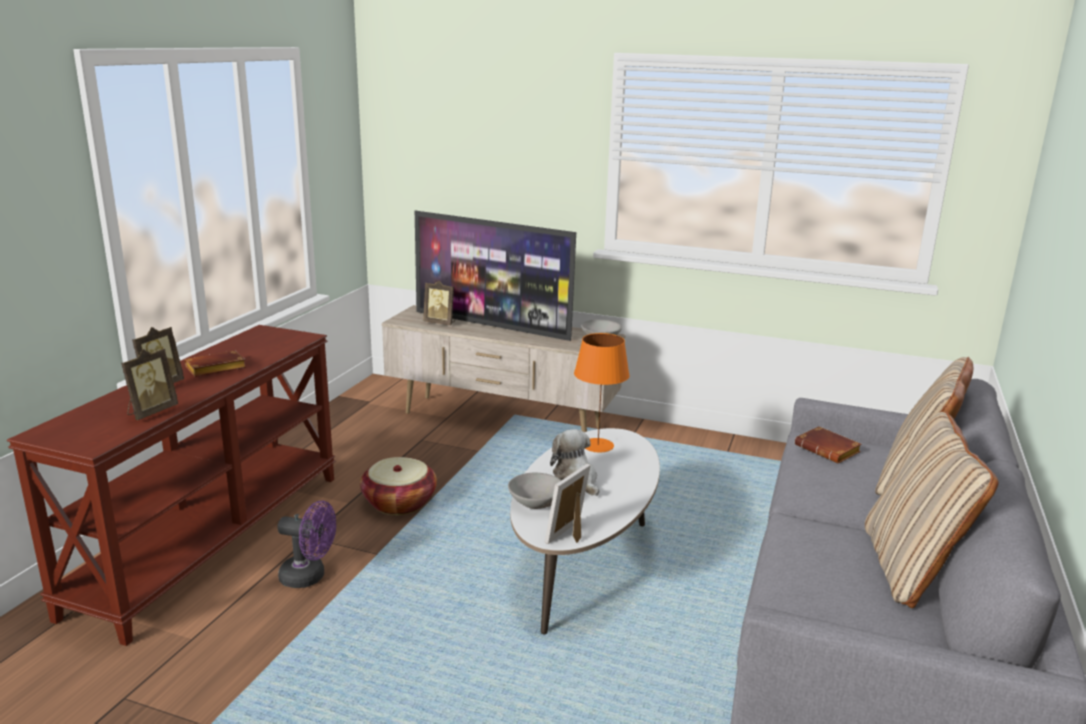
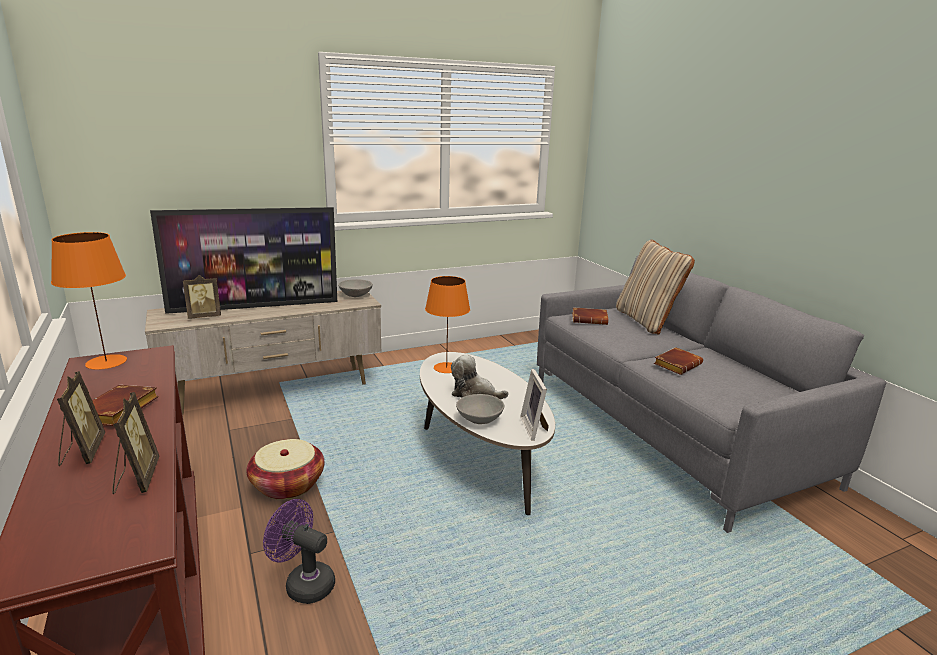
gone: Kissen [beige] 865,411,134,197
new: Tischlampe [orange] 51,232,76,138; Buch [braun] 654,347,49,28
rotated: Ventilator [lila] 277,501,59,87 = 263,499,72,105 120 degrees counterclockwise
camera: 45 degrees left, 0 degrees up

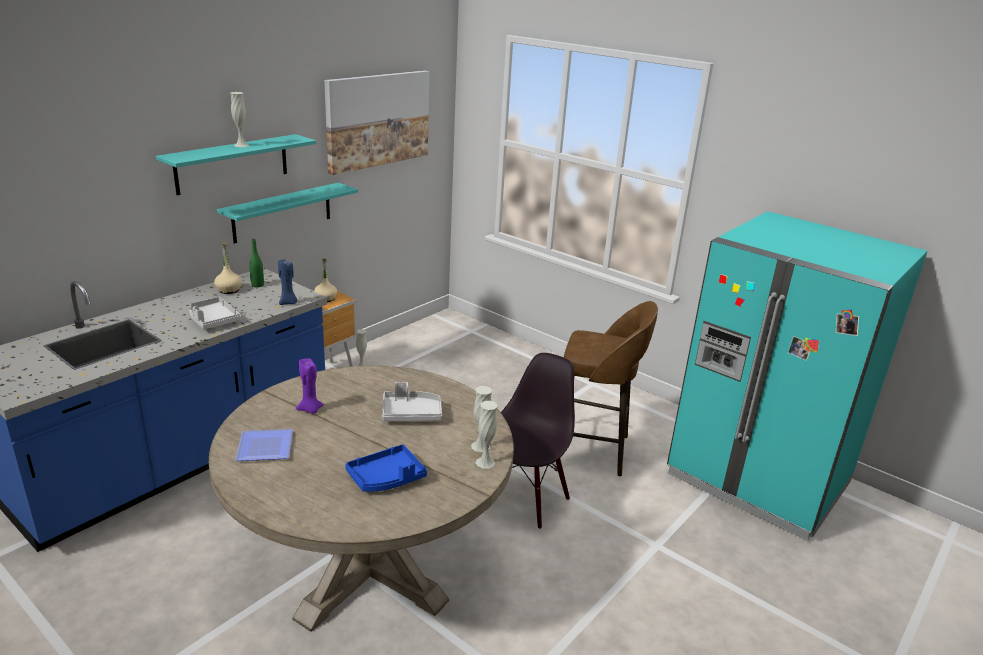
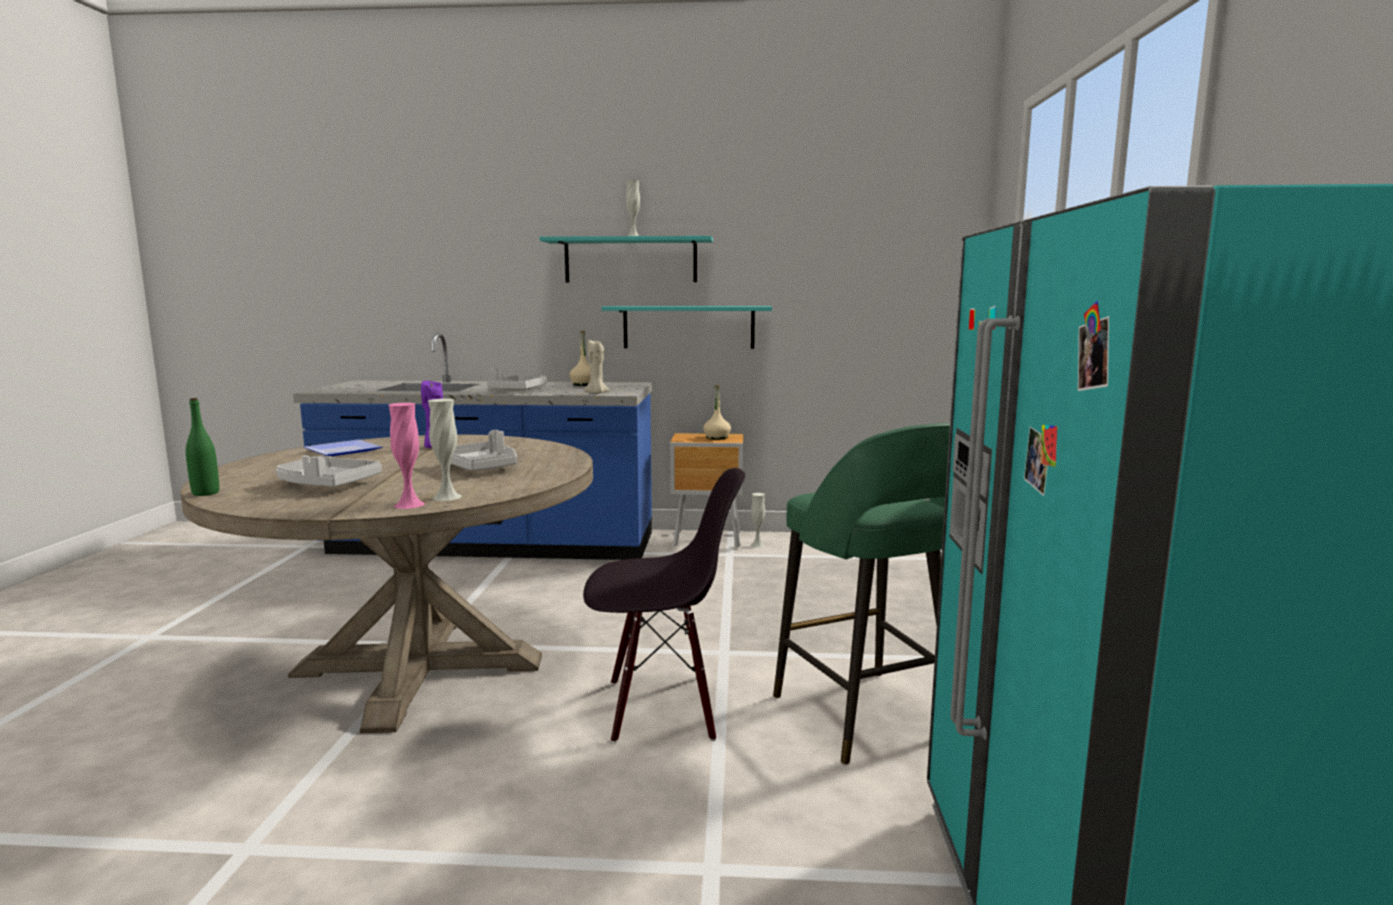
gone: Bild 324,70,105,105
shifted: Flasche [grün] 249,239,15,48 to 186,398,33,98
repainted: Kerze [blau] 278,259,20,46 to Kerze [beige] 584,340,26,54; Hocker [braun] 564,301,94,176 to Hocker [grün] 773,423,177,342; Vase [weiß] 476,401,21,68 to Vase [rosa] 389,403,36,106; Tablett [blau] 345,444,82,48 to Tablett [grau] 276,455,106,32
camera: 55 degrees right, 15 degrees down

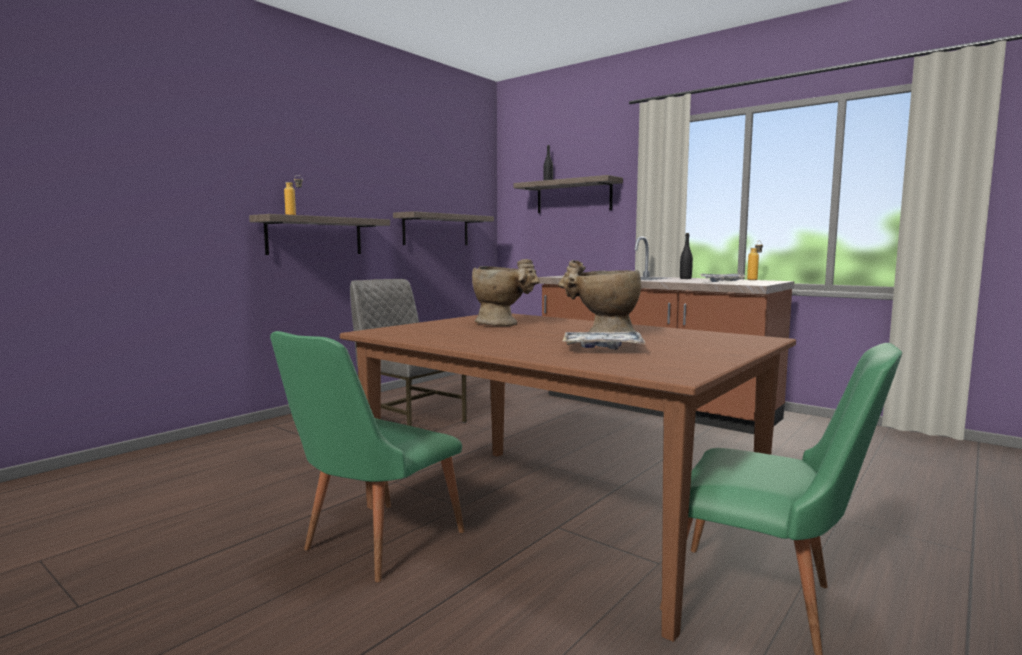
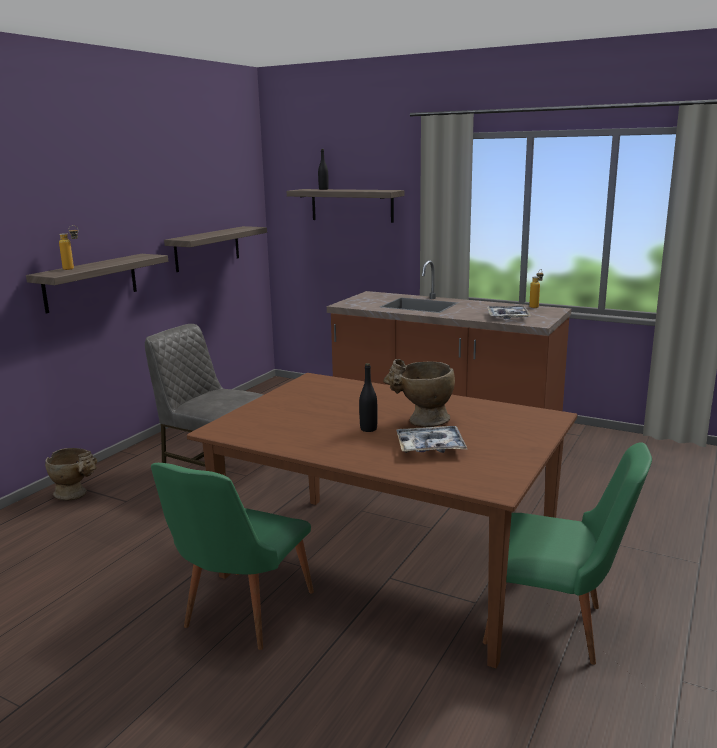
shifted: Flasche [schwarz] 680,233,13,46 to 359,363,18,69; Vase [beige] 472,259,68,67 to 45,448,52,52
camera: 10 degrees left, 10 degrees up

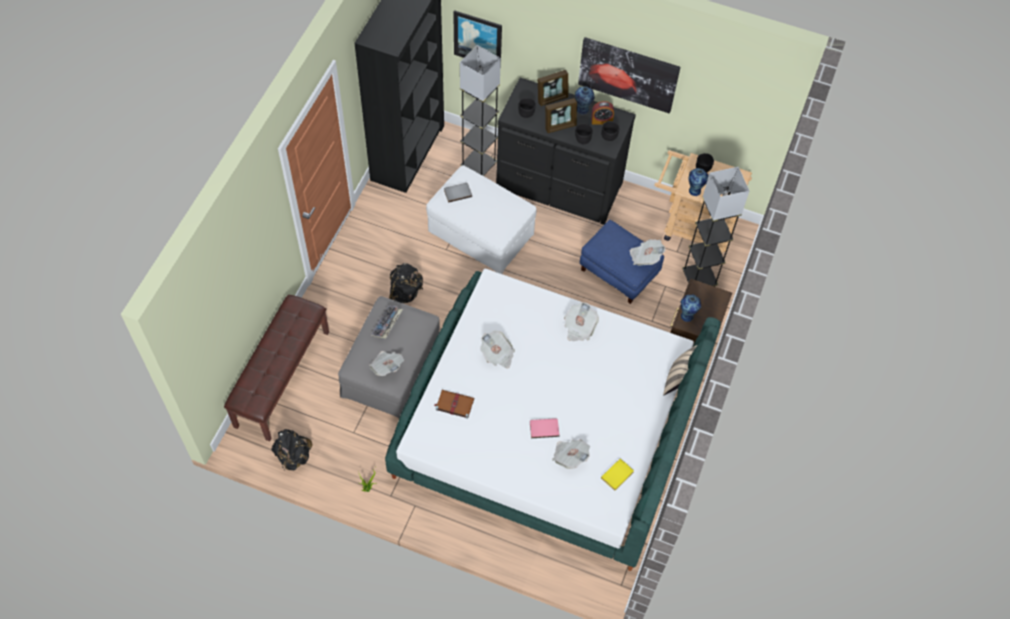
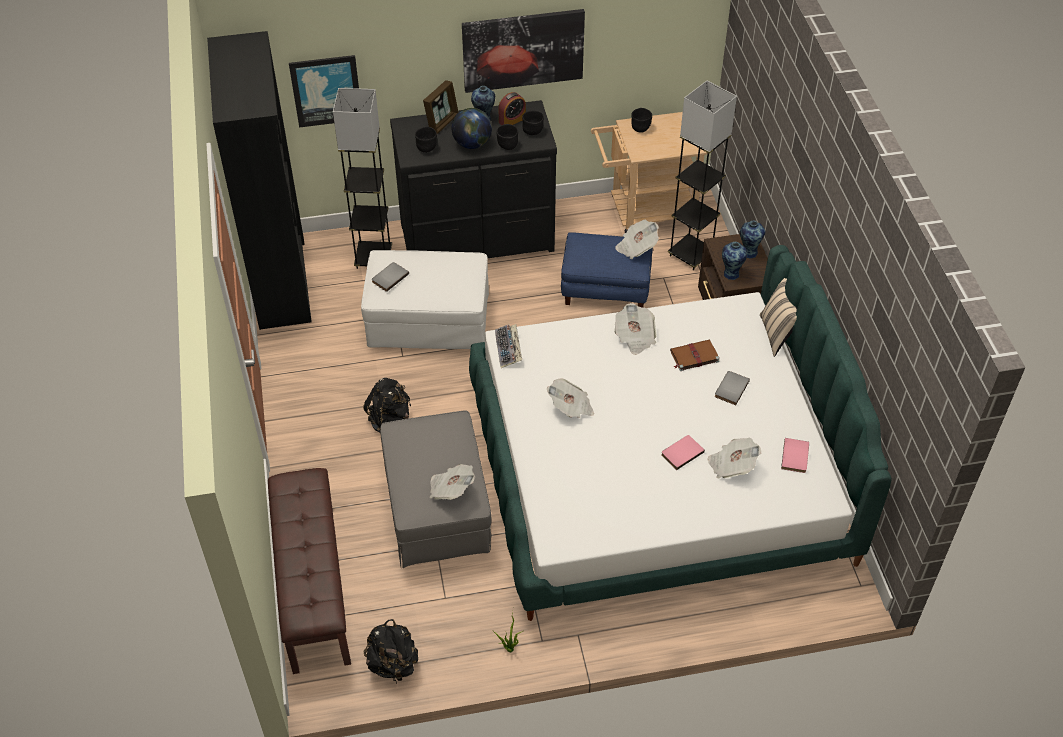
new: Buch [grau] 715,371,35,34
shifted: Vase 688,168,20,28 to 740,220,26,39; Tastatur 371,305,32,34 to 495,324,27,44; Buch [braun] 434,390,40,29 to 670,339,50,32
swapped: Bilderrahmen 545,98,32,35 to Globus 452,108,40,41
repainted: Buch [gelb] 601,458,33,32 to Buch [rosa] 781,438,28,35
camera: 30 degrees left, 10 degrees down

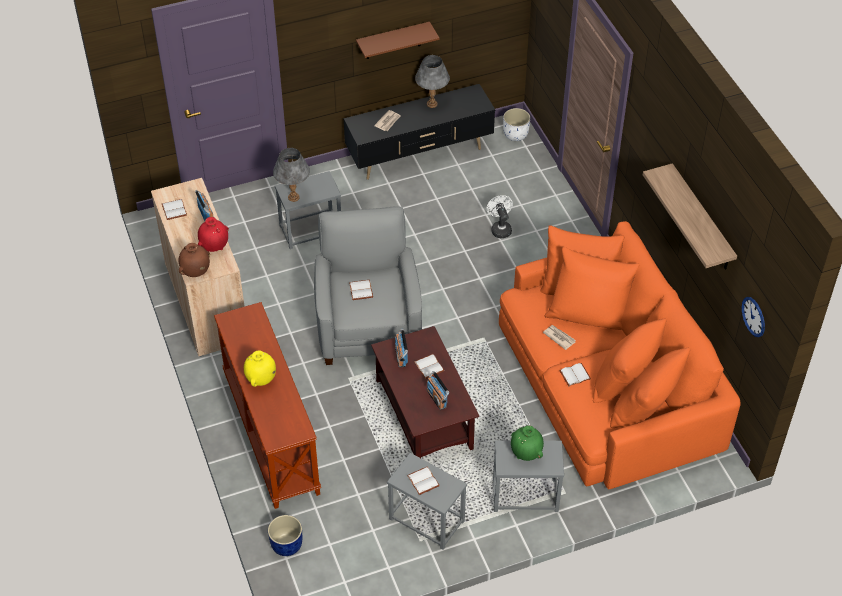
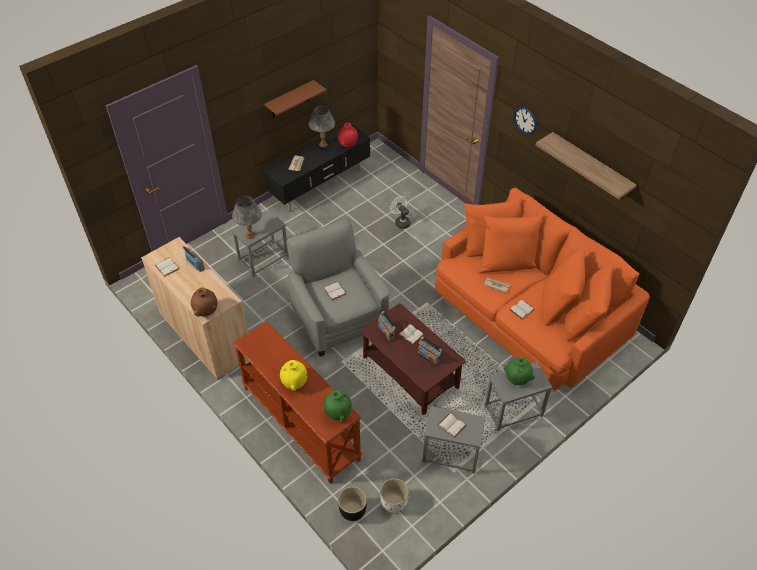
new: Vase [grün] 323,390,29,32
shifted: Pflanzkübel [weiß] 503,108,27,33 to 380,478,29,35; Vase [rot] 198,217,31,35 to 338,123,20,24; Wanduhr 742,297,23,40 to 514,107,23,28
repainted: Pflanzkübel [blau] 268,515,34,41 to Pflanzkübel [schwarz] 338,486,29,35
camera: 20 degrees left, 0 degrees up

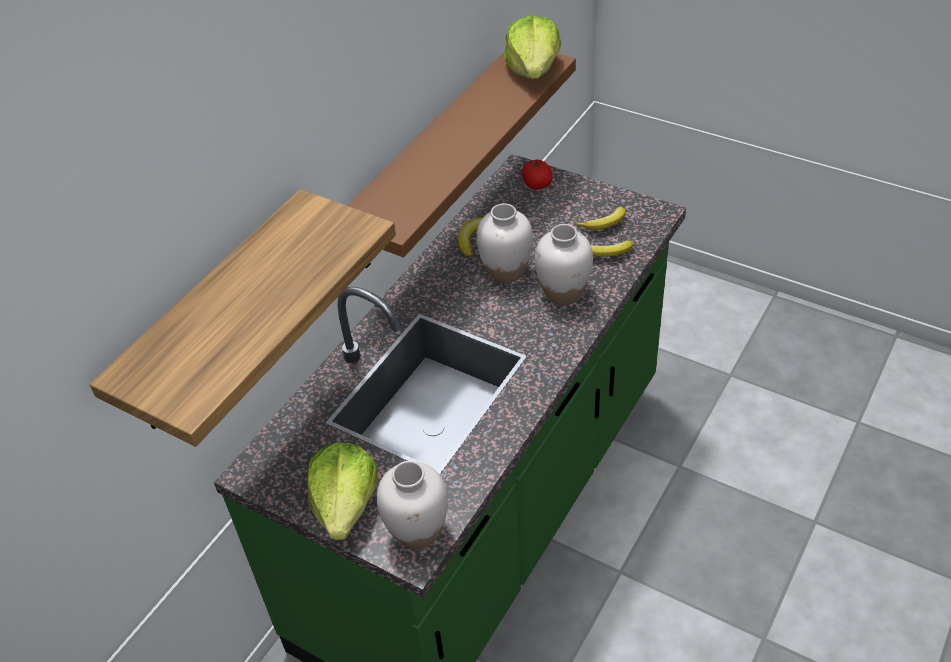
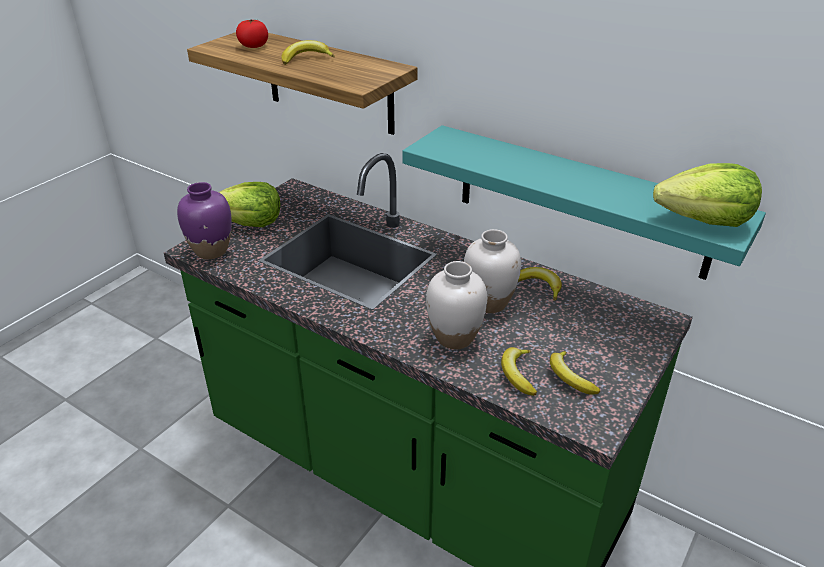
new: Banane 281,40,54,25
shifted: Tomate 522,160,31,30 to 236,19,32,29
repainted: Wandregal [braun] 347,51,229,217 to Wandregal [türkis] 402,125,364,155; Vase [weiß] 377,461,71,88 to Vase [lila] 177,182,55,77
camera: 90 degrees right, 10 degrees down

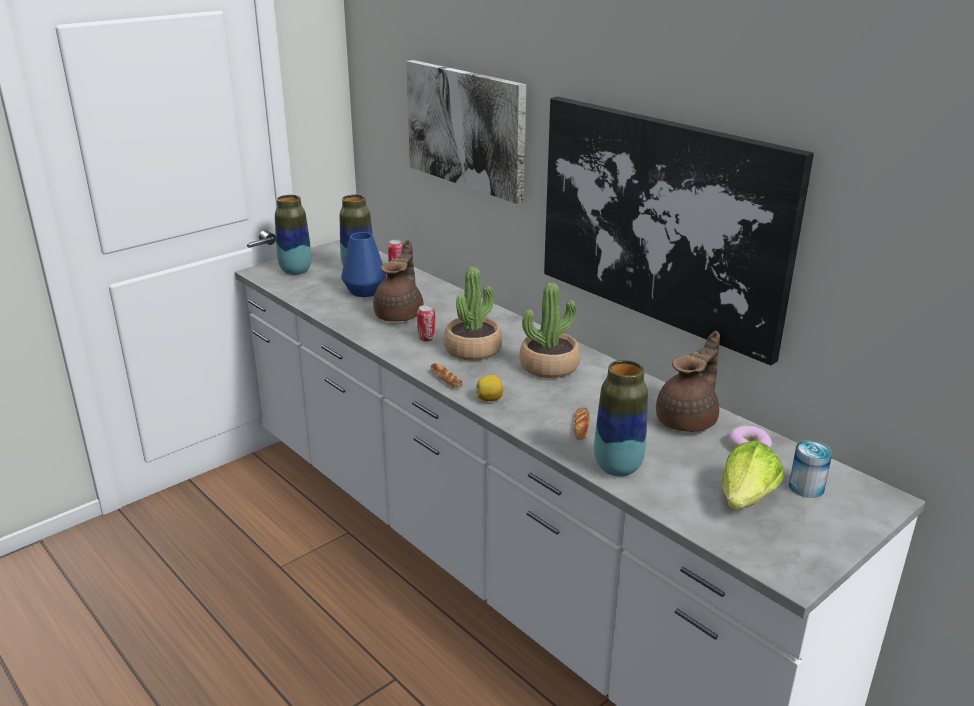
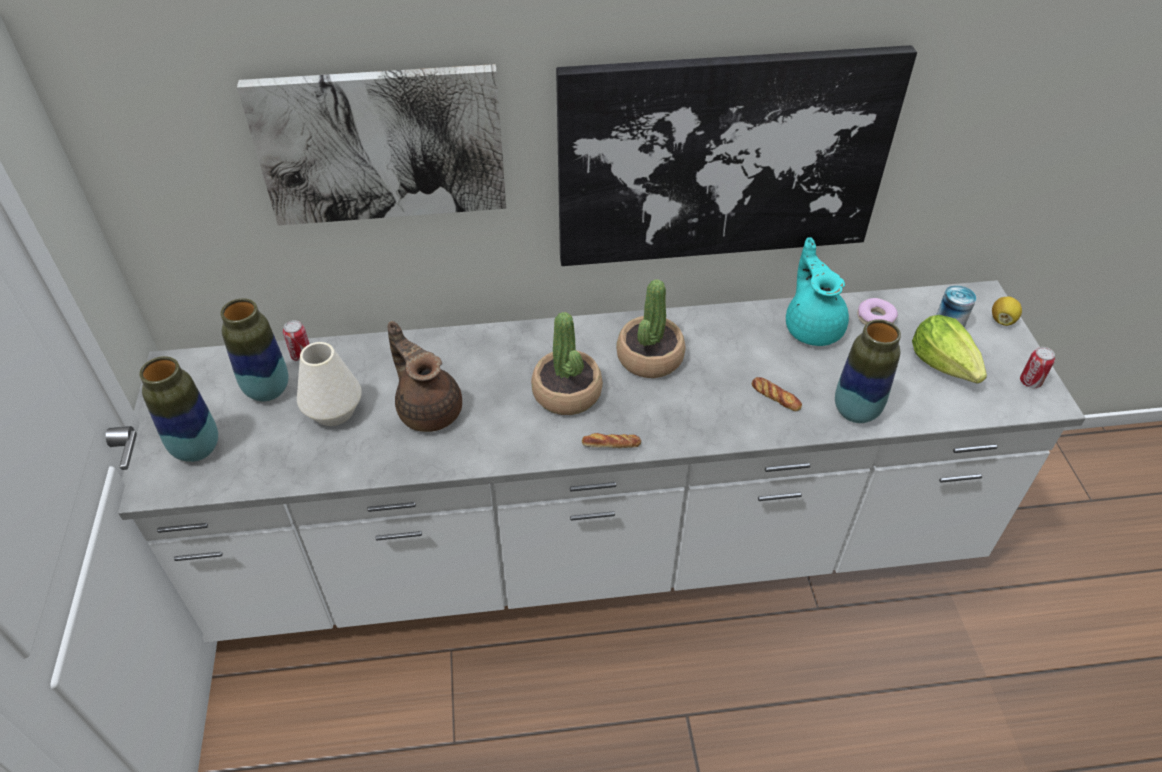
shifted: Dose 417,305,19,37 to 1020,347,35,41; Zitrone 476,375,27,26 to 992,297,30,29
repainted: Vase [blau] 341,232,46,65 to Vase [weiß] 297,342,64,84; Teekanne [braun] 656,331,64,101 to Teekanne [türkis] 786,237,63,109
camera: 55 degrees left, 20 degrees up

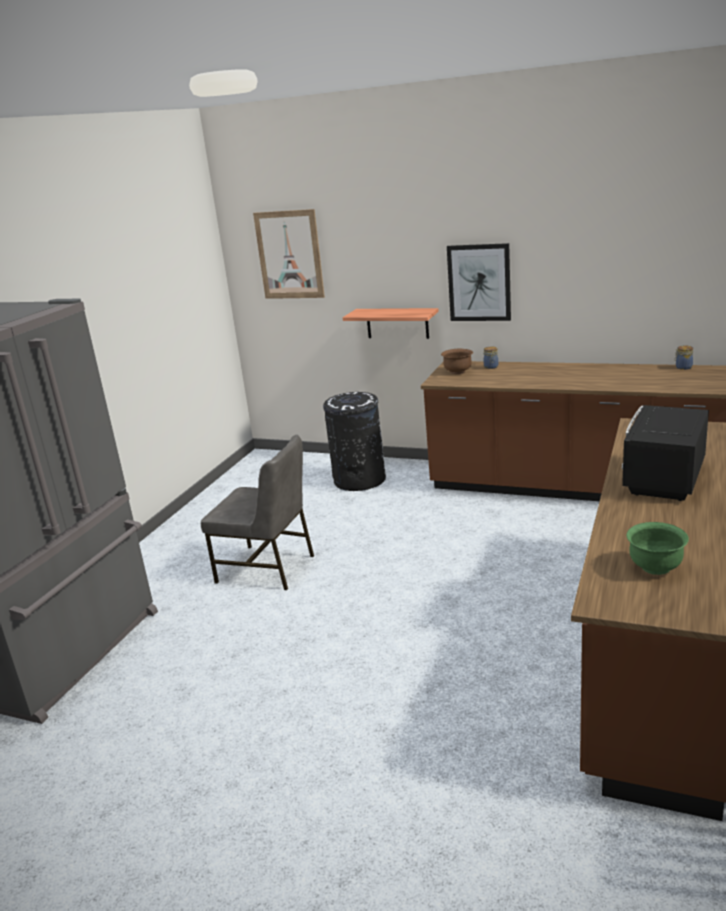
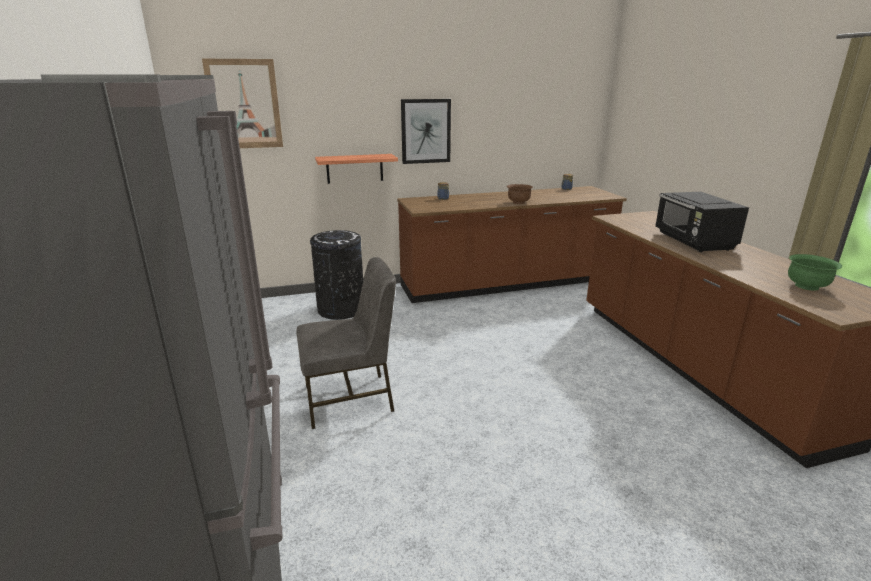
shifted: Schüssel [braun] 441,349,32,25 to 507,184,26,20
camera: 40 degrees left, 0 degrees up

